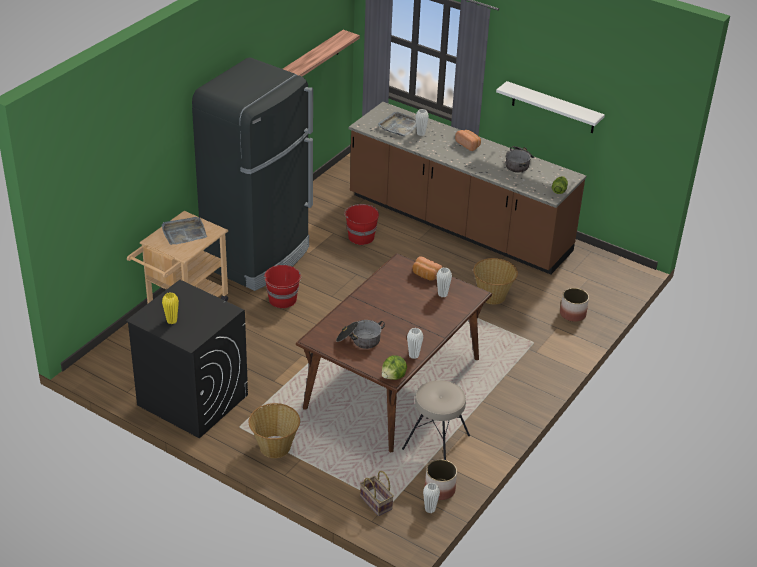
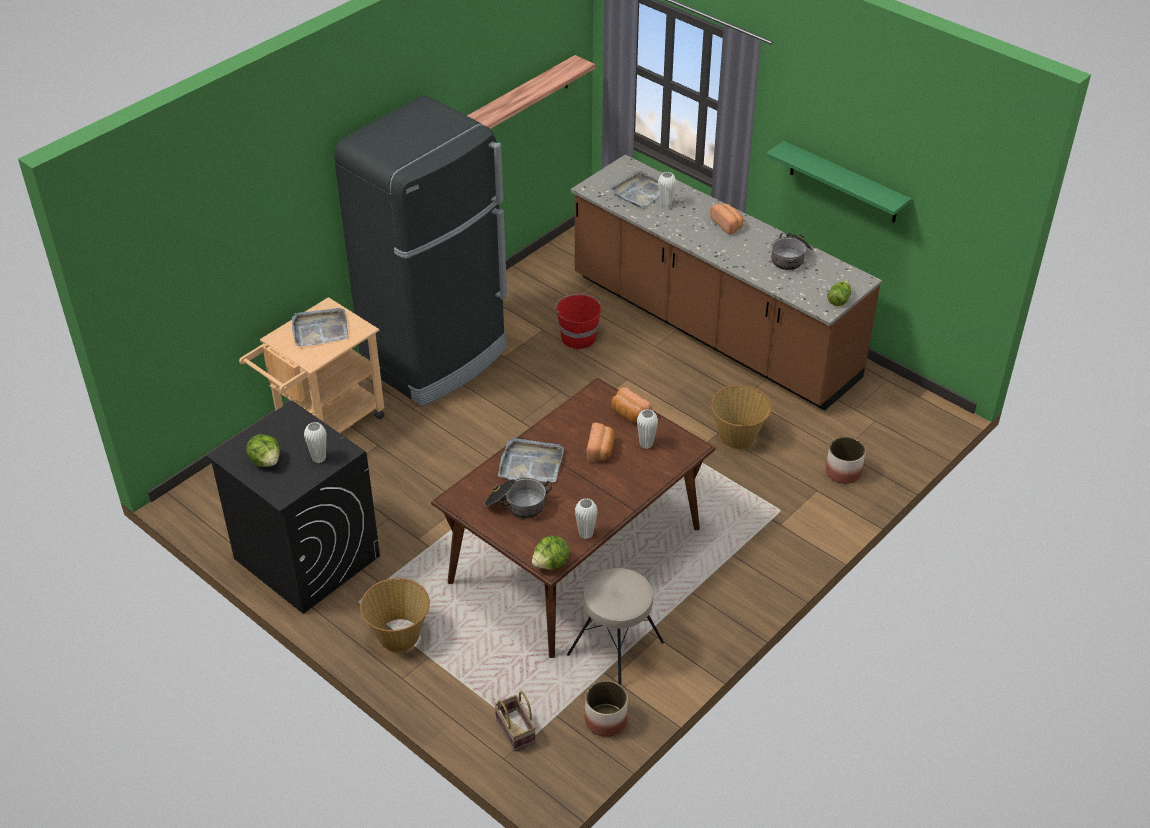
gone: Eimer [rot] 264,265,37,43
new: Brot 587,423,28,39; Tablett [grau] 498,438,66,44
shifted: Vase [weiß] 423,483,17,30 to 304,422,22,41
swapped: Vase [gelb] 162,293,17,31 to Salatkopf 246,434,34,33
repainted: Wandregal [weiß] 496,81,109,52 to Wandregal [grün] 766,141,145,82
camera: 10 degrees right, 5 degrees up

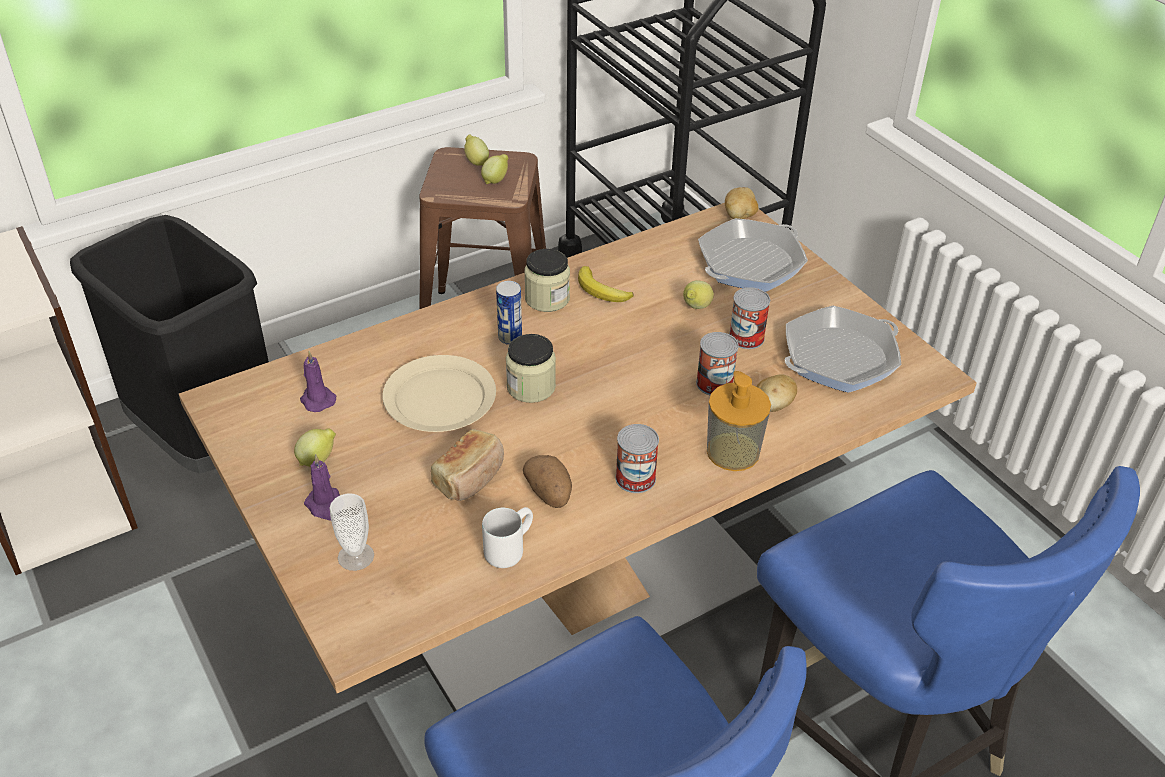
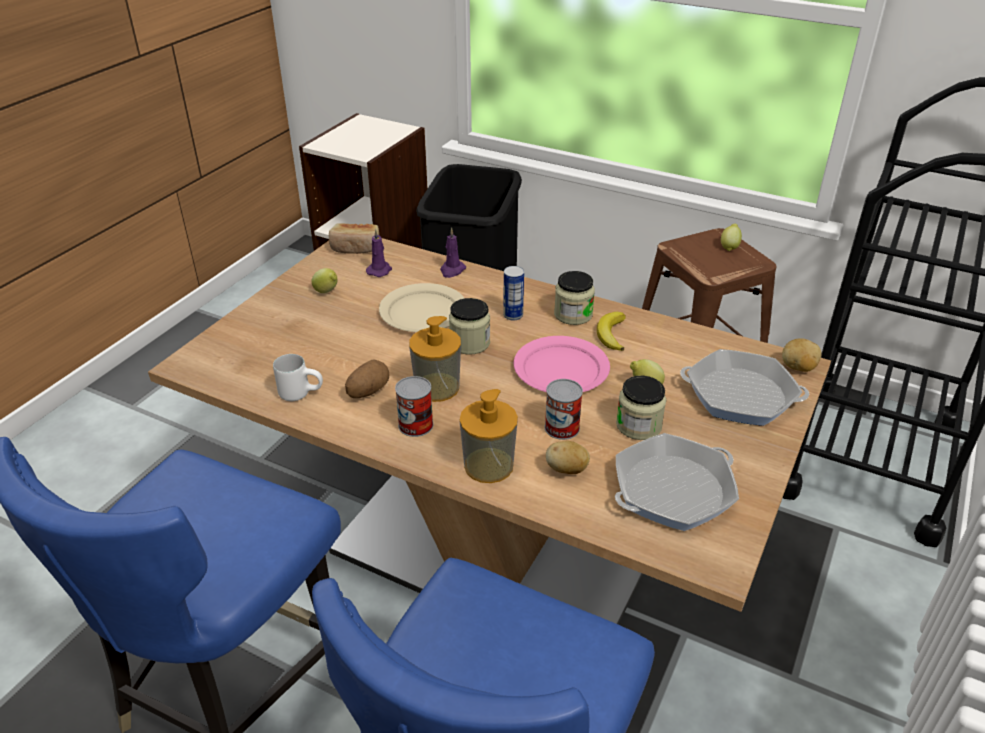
gone: Zitrone 481,154,27,30; Tasse 330,493,44,78
new: Seifenspender 409,316,52,86; Teller [rosa] 514,336,96,56
shifted: Brot 431,429,73,72 to 329,223,50,31; Kerze [lila] 304,454,36,67 to 440,228,26,50
swapped: Dose 729,287,41,62 to Vorratsglas 616,376,50,64
rotated: Pfanne 785,306,116,87 = 615,433,124,98 60 degrees counterclockwise
camera: 60 degrees right, 5 degrees down

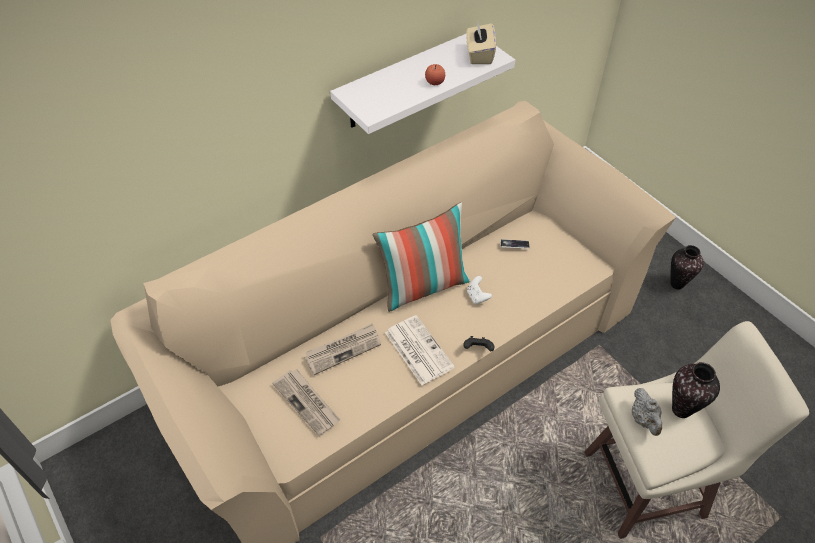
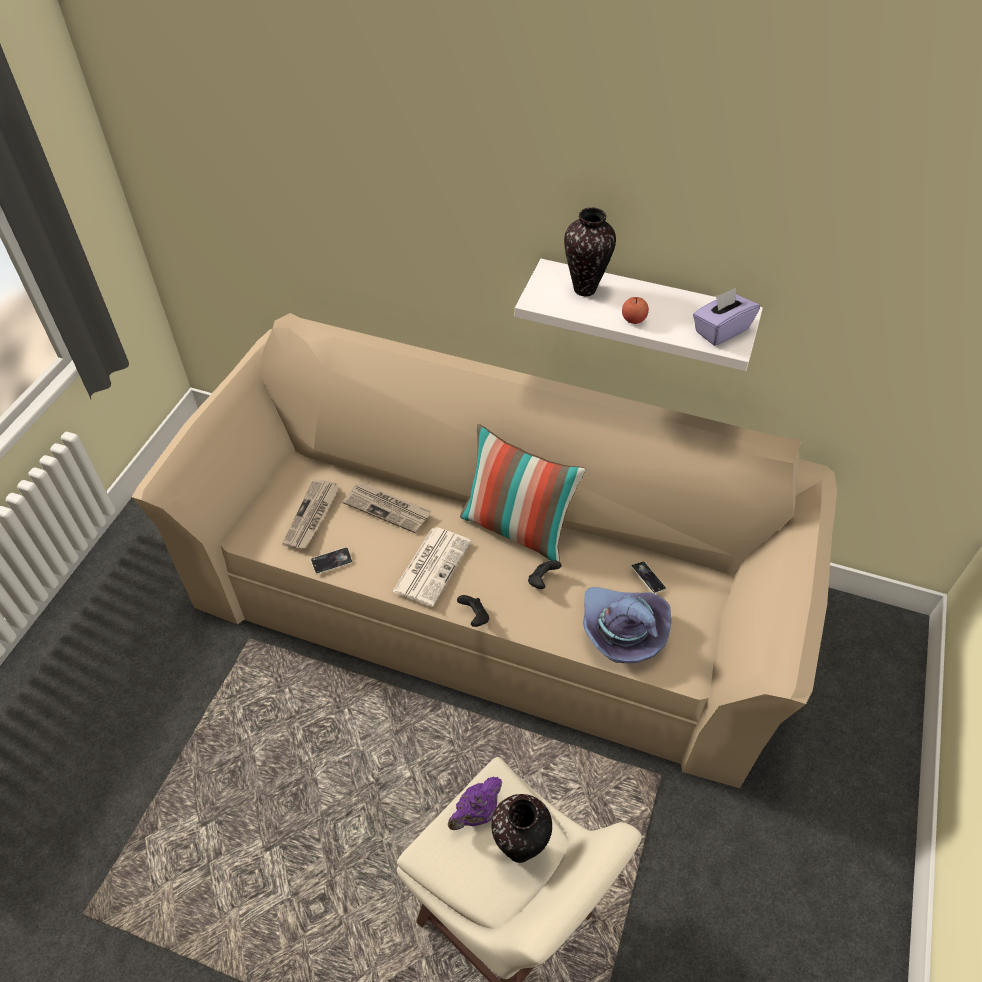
new: Handy 311,547,42,27; Hut [lila] 583,587,88,76
shifted: Vase 670,245,34,44 to 564,207,52,89
repainted: Taschentuchbox [beige] 466,23,30,41 to Taschentuchbox [lila] 693,288,67,58; Gamepad [weiß] 467,276,25,28 to Gamepad [schwarz] 528,560,33,29; Teekanne [grau] 632,388,30,48 to Teekanne [lila] 448,776,54,54
camera: 55 degrees right, 0 degrees up

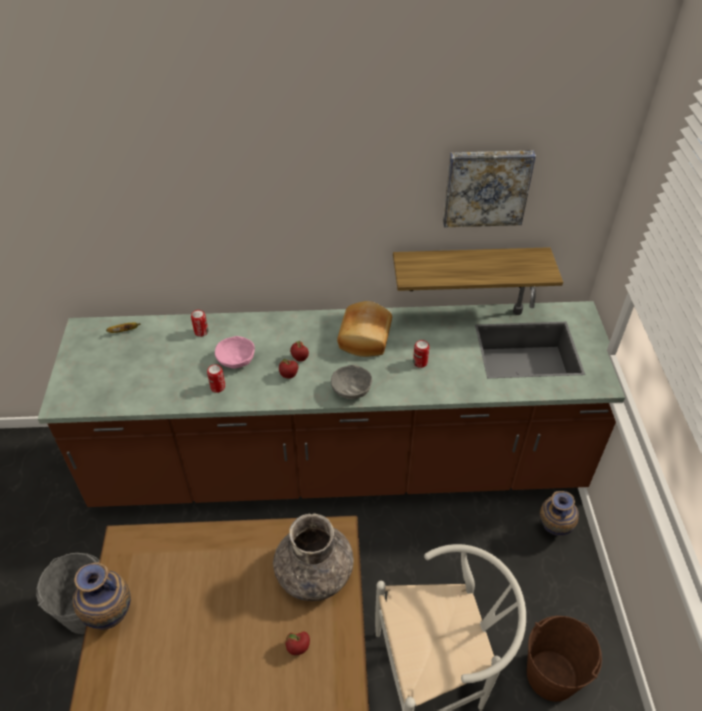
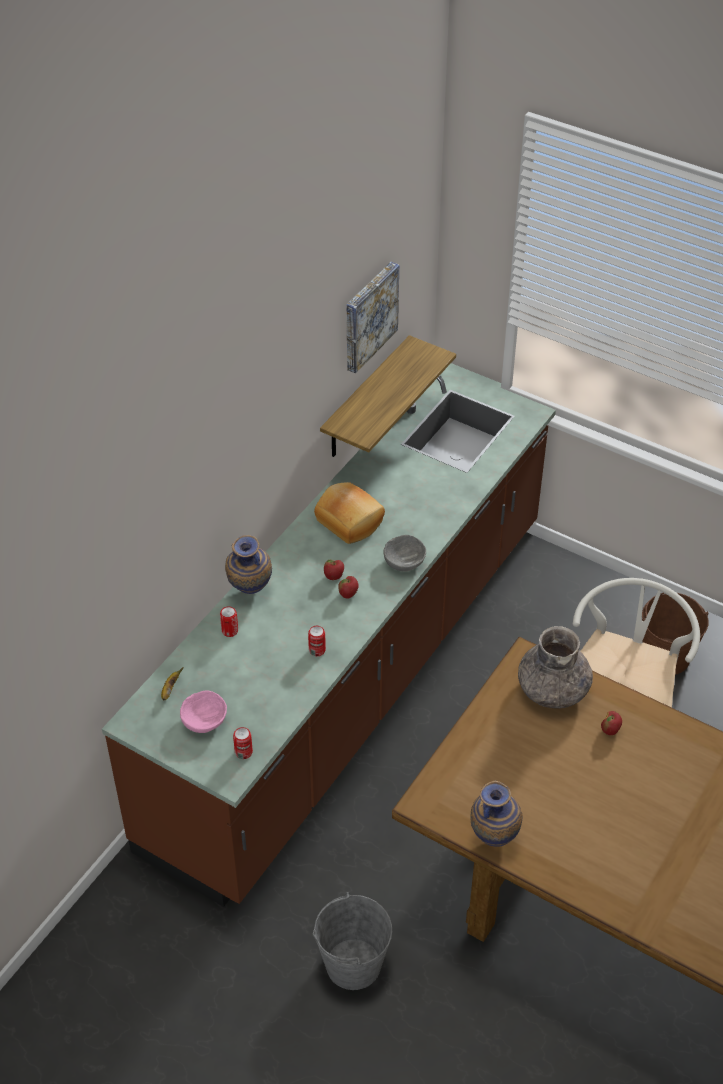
shifted: Schüssel [rosa] 215,336,40,33 to 180,690,47,43; Dose 413,340,16,28 to 233,727,20,32; Vase 540,491,39,45 to 225,535,47,59
camera: 55 degrees left, 0 degrees up

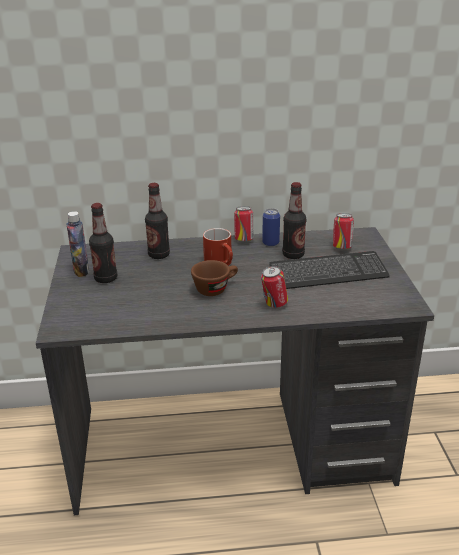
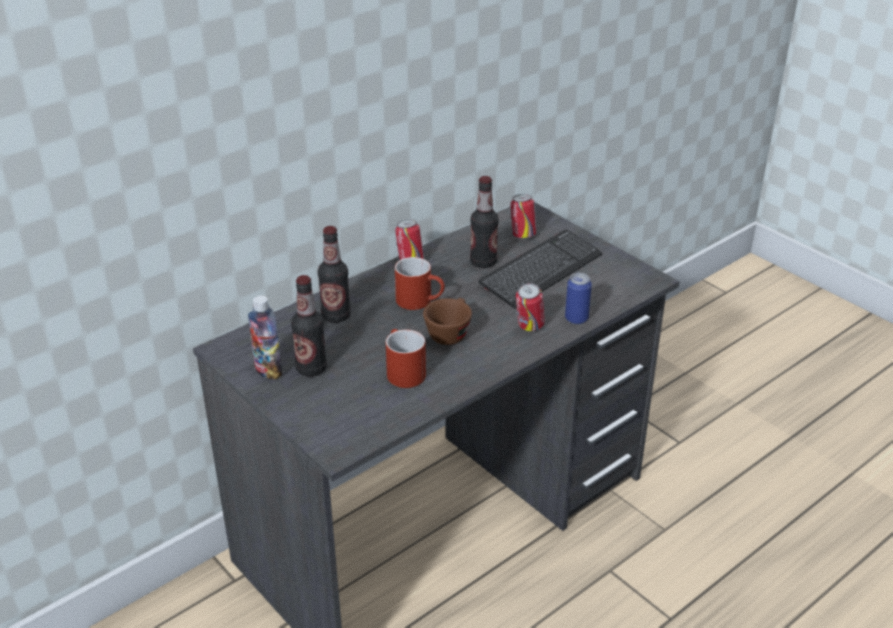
new: Henkelbecher [rot] 386,329,40,59
shifted: Dose 262,208,18,39 to 565,273,27,51
camera: 35 degrees left, 5 degrees up

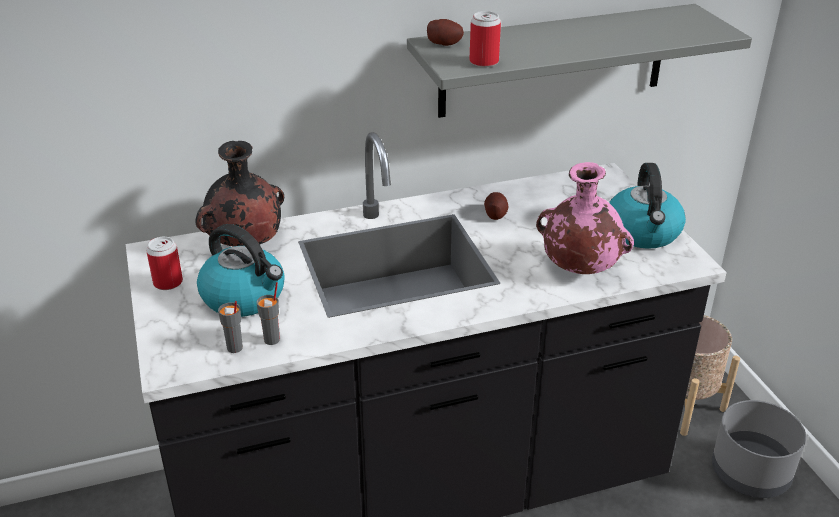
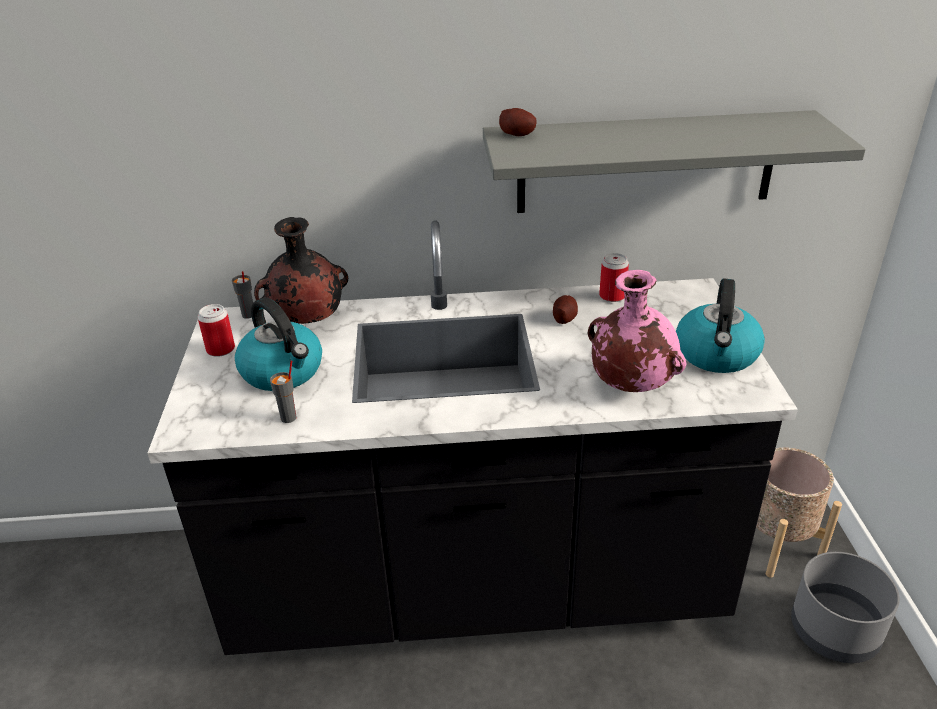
shifted: Dose 469,11,32,56 to 599,253,30,49; Tasse [grau] 218,301,25,52 to 232,271,21,48
camera: 15 degrees right, 0 degrees up

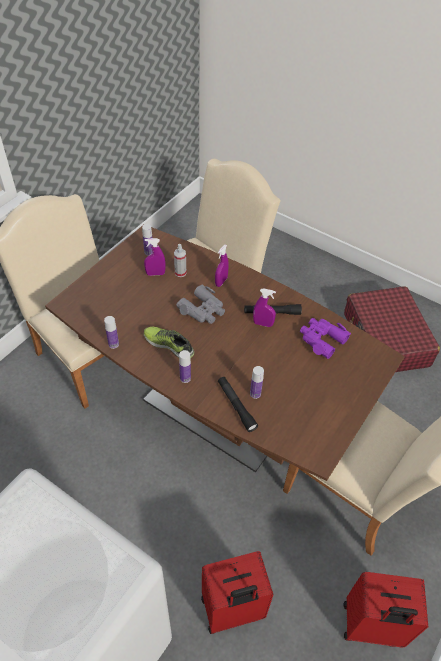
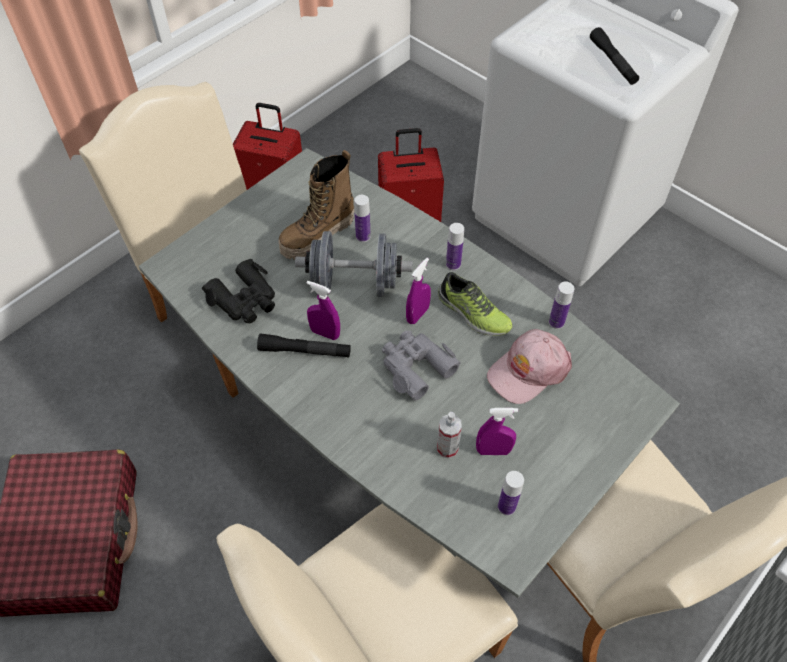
new: Stiefel 278,150,76,110; Hantel [grau] 295,231,118,66; Kappe [rosa] 487,329,85,75
shifted: Sprühflasche [lila] 215,245,14,42 to 406,258,25,66; Taschenlampe [schwarz] 218,377,40,55 to 590,27,49,58
repainted: Esstisch [braun] 45,225,360,256 to Esstisch [grau] 139,148,541,450; Fernglas [lila] 300,318,51,41 to Fernglas [schwarz] 202,259,73,64
camera: 170 degrees left, 5 degrees up

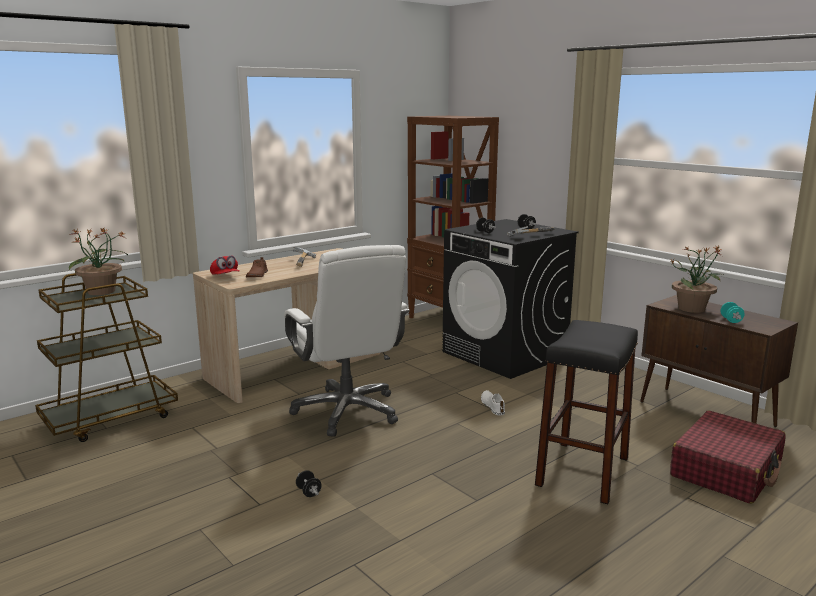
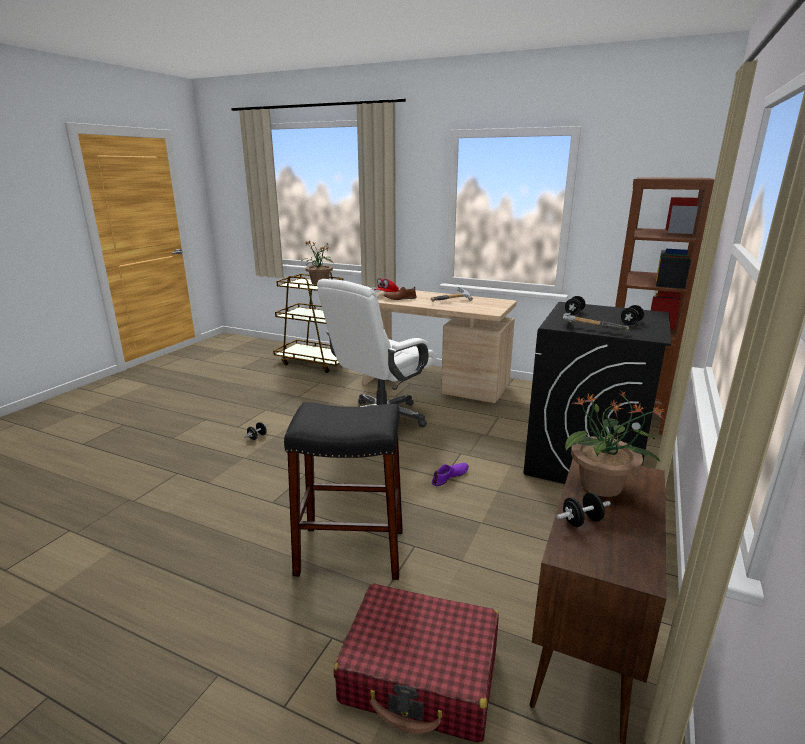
repainted: Hantel [türkis] 721,302,24,21 to Hantel [schwarz] 557,492,54,35; Schuh [weiß] 481,390,24,26 to Schuh [lila] 432,463,37,23
camera: 65 degrees right, 5 degrees up

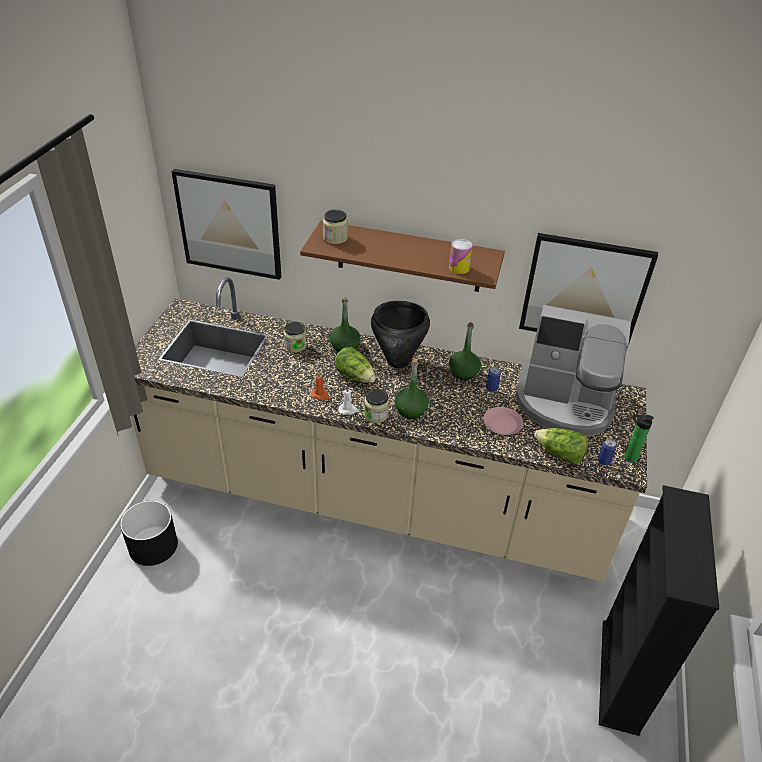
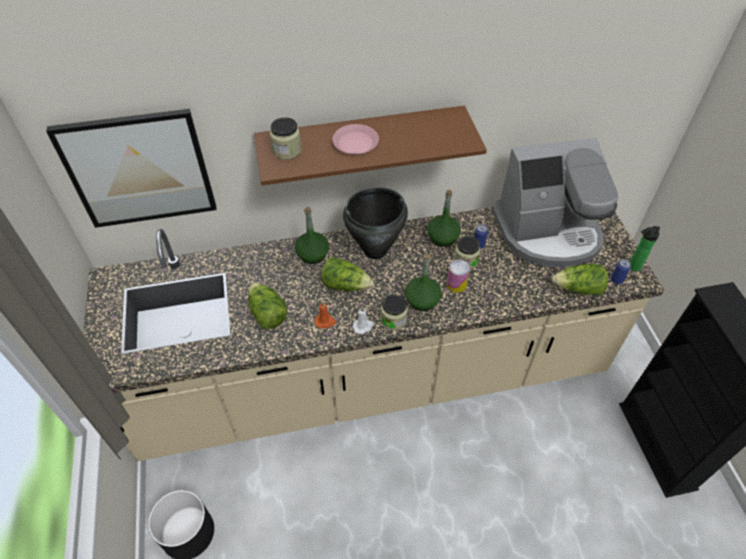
gone: Bild 519,233,139,110
new: Salatkopf 248,282,40,47
shifted: Dose 449,239,24,35 to 447,260,23,33; Vorratsglas 283,322,24,31 to 453,236,27,34; Teller [rosa] 483,407,40,28 to 333,124,46,31
camera: 25 degrees left, 10 degrees up

